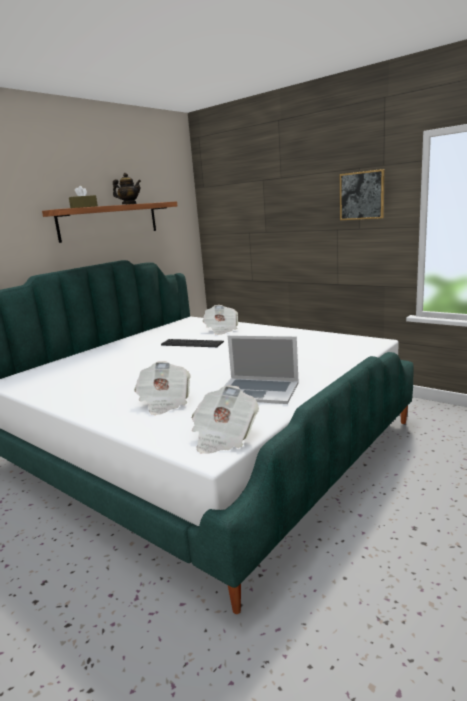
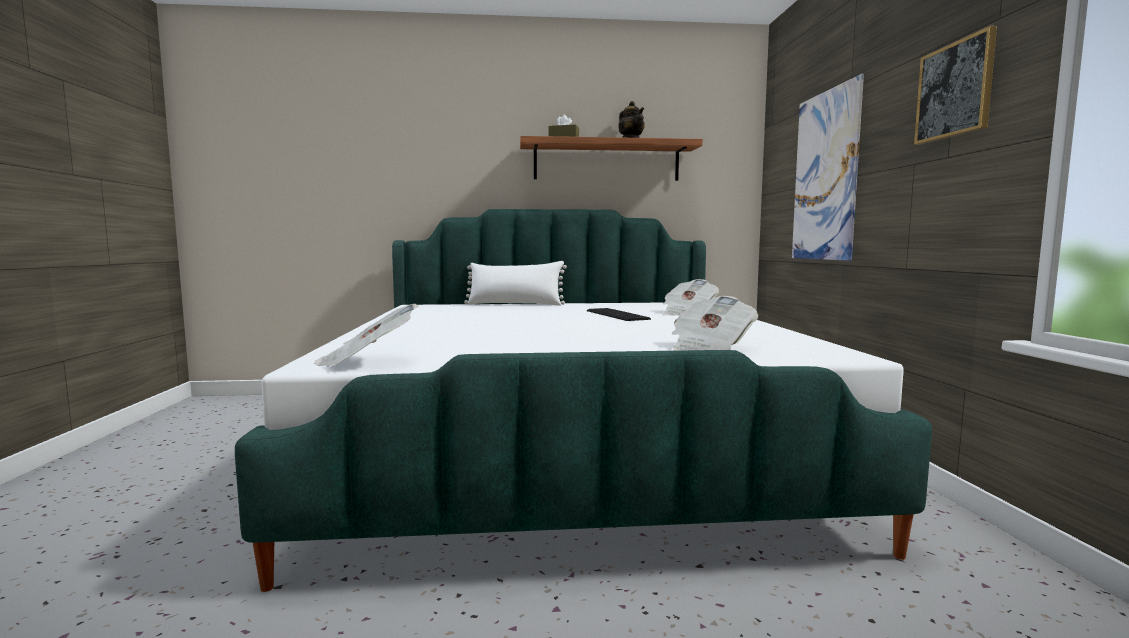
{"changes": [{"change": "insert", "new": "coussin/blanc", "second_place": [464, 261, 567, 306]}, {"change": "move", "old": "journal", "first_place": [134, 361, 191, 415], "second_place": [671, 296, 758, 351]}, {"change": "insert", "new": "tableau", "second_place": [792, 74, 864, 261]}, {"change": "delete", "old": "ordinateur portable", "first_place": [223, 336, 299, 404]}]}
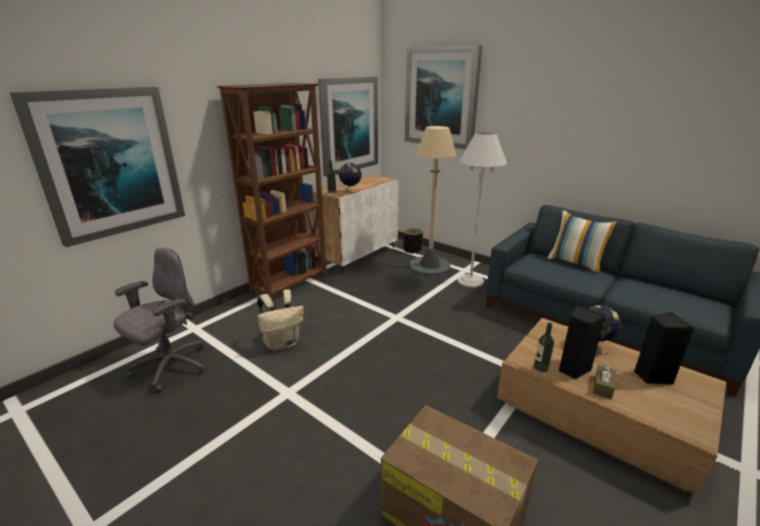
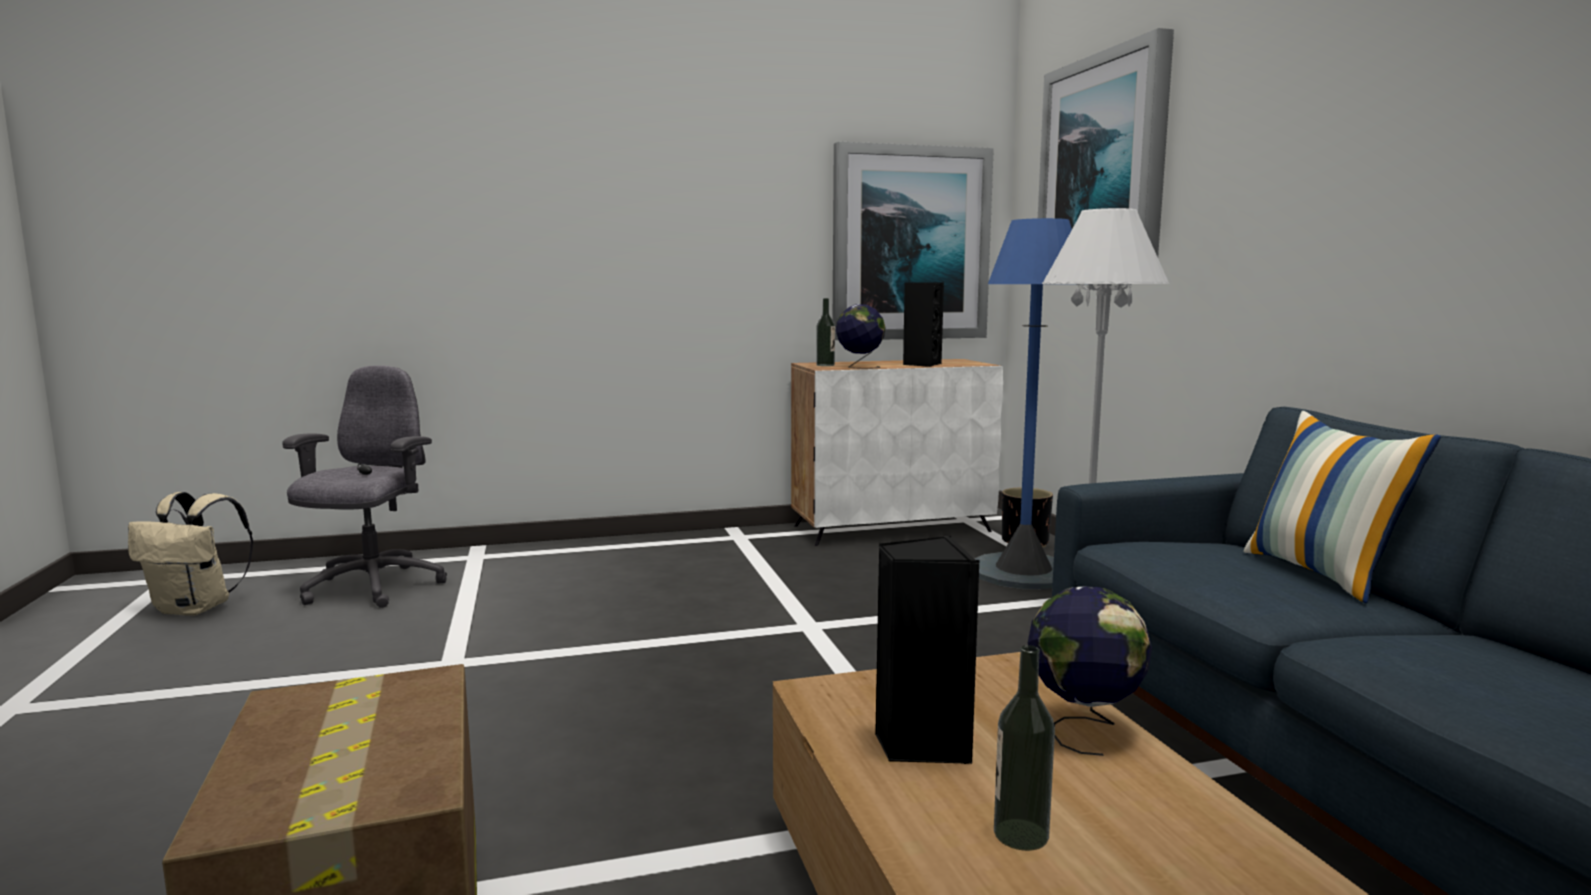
{"changes": [{"change": "move", "old": "sac à dos/beige", "first_place": [257, 289, 304, 351], "second_place": [128, 492, 253, 616]}, {"change": "rotate", "old": "chaise de bureau/gris", "first_place": [113, 248, 207, 393], "second_place": [283, 365, 447, 608], "degrees": -60}, {"change": "move", "old": "enceinte/noir", "first_place": [634, 312, 695, 384], "second_place": [903, 283, 944, 367]}, {"change": "recolor", "old": "lampadaire/beige", "new": "lampadaire/bleu", "first_place": [410, 126, 456, 275], "second_place": [975, 218, 1072, 589]}, {"change": "move", "old": "bouteille", "first_place": [534, 322, 554, 372], "second_place": [994, 645, 1055, 851]}, {"change": "delete", "old": "tableau", "first_place": [10, 87, 185, 247]}, {"change": "delete", "old": "bibliothèque/marron", "first_place": [216, 83, 327, 301]}, {"change": "delete", "old": "boîte à mouchoirs/marron", "first_place": [593, 364, 616, 399]}]}
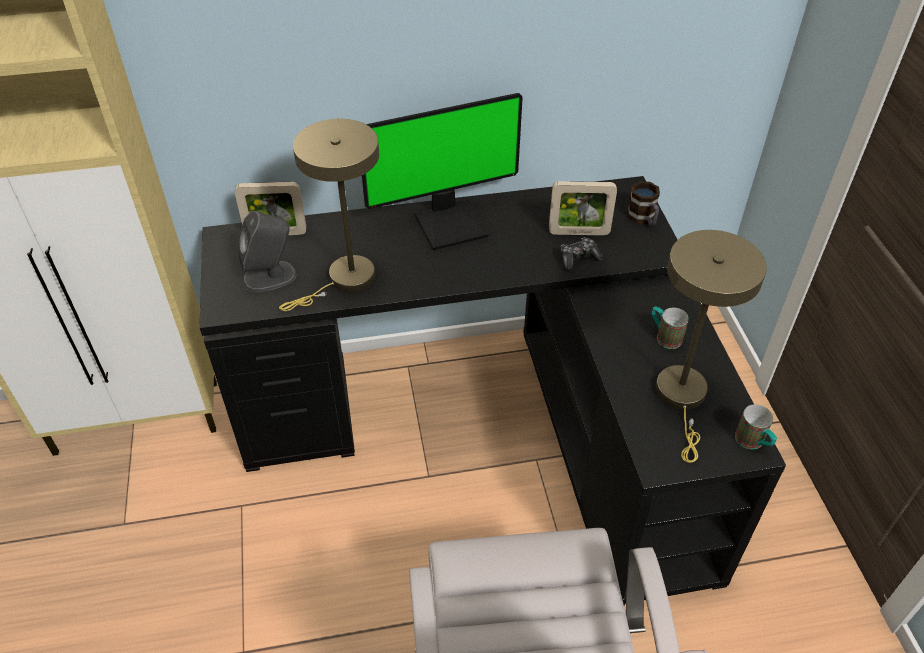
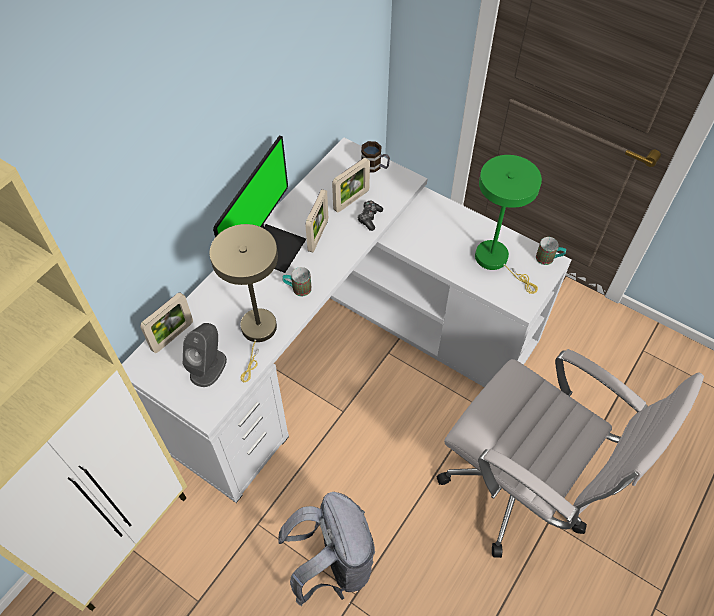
{"changes": [{"change": "recolor", "old": "bureau/noir", "new": "bureau/blanc", "first_place": [199, 176, 786, 606], "second_place": [122, 138, 572, 503]}, {"change": "insert", "new": "sac à dos/gris", "second_place": [278, 492, 375, 606]}, {"change": "move", "old": "mug", "first_place": [652, 306, 689, 349], "second_place": [282, 267, 312, 296]}, {"change": "insert", "new": "cadre photo", "second_place": [305, 189, 328, 252]}, {"change": "recolor", "old": "lampe de table/beige", "new": "lampe de table/vert", "first_place": [656, 230, 767, 463], "second_place": [475, 155, 542, 294]}]}
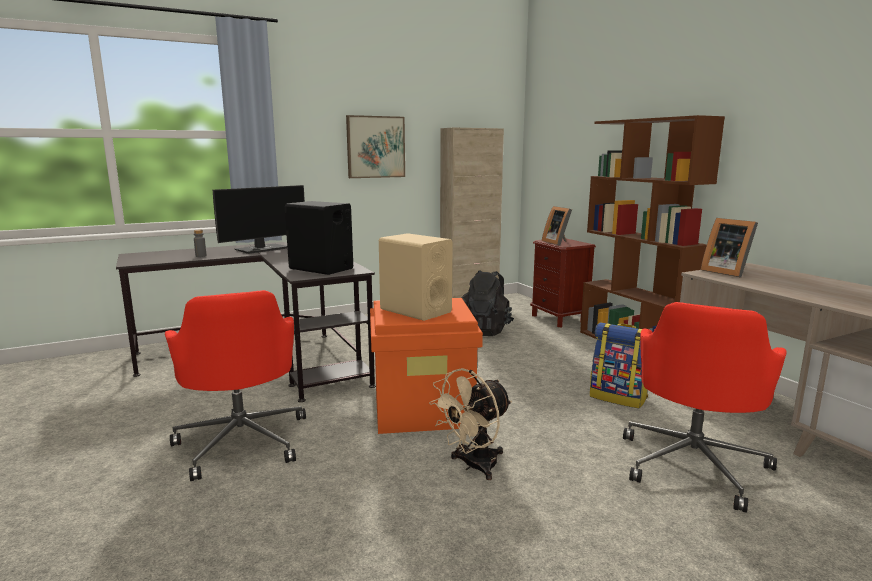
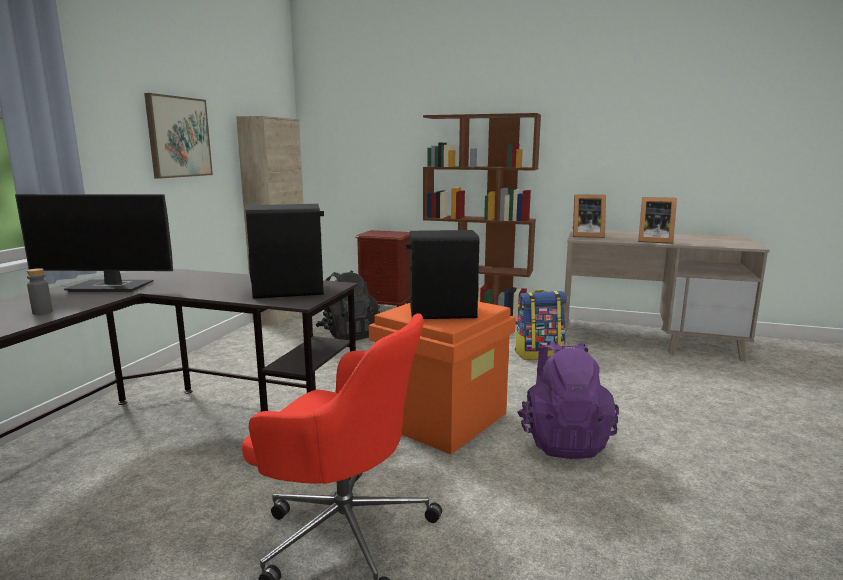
{"changes": [{"change": "rotate", "old": "écran d'ordinateur", "first_place": [213, 185, 305, 254], "second_place": [15, 194, 173, 292], "degrees": 90}, {"change": "recolor", "old": "enceinte/beige", "new": "enceinte/noir", "first_place": [379, 233, 453, 321], "second_place": [406, 230, 479, 319]}, {"change": "replace", "old": "ventilateur/beige", "new": "sac à dos/violet", "first_place": [429, 368, 512, 480], "second_place": [517, 342, 619, 459]}, {"change": "move", "old": "cadre photo", "first_place": [542, 206, 572, 246], "second_place": [638, 197, 677, 244]}, {"change": "delete", "old": "chaise de bureau/rouge", "first_place": [623, 302, 787, 513]}]}
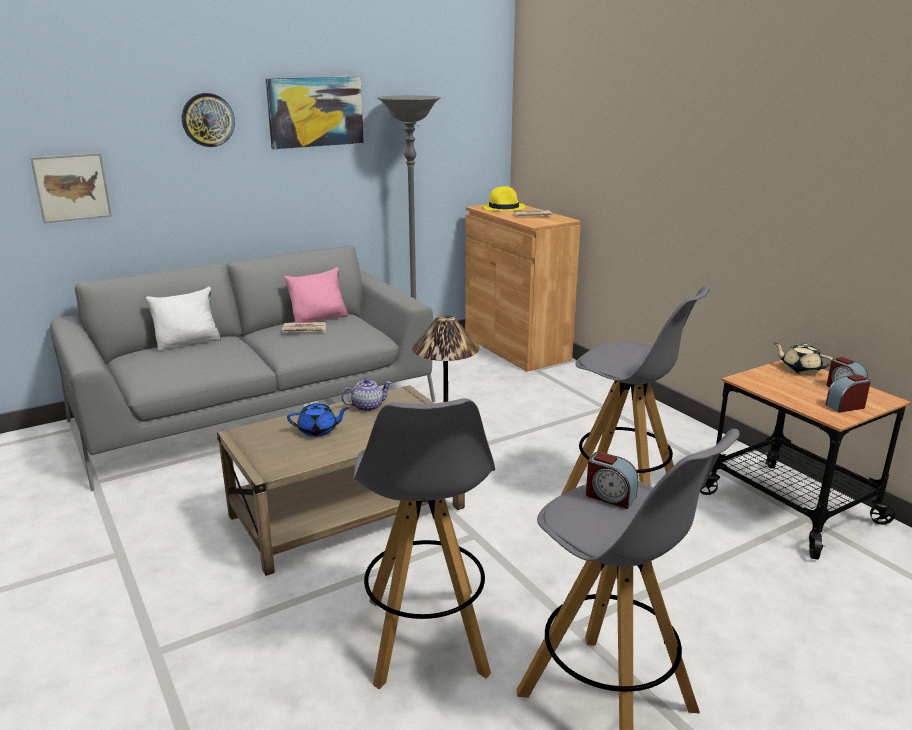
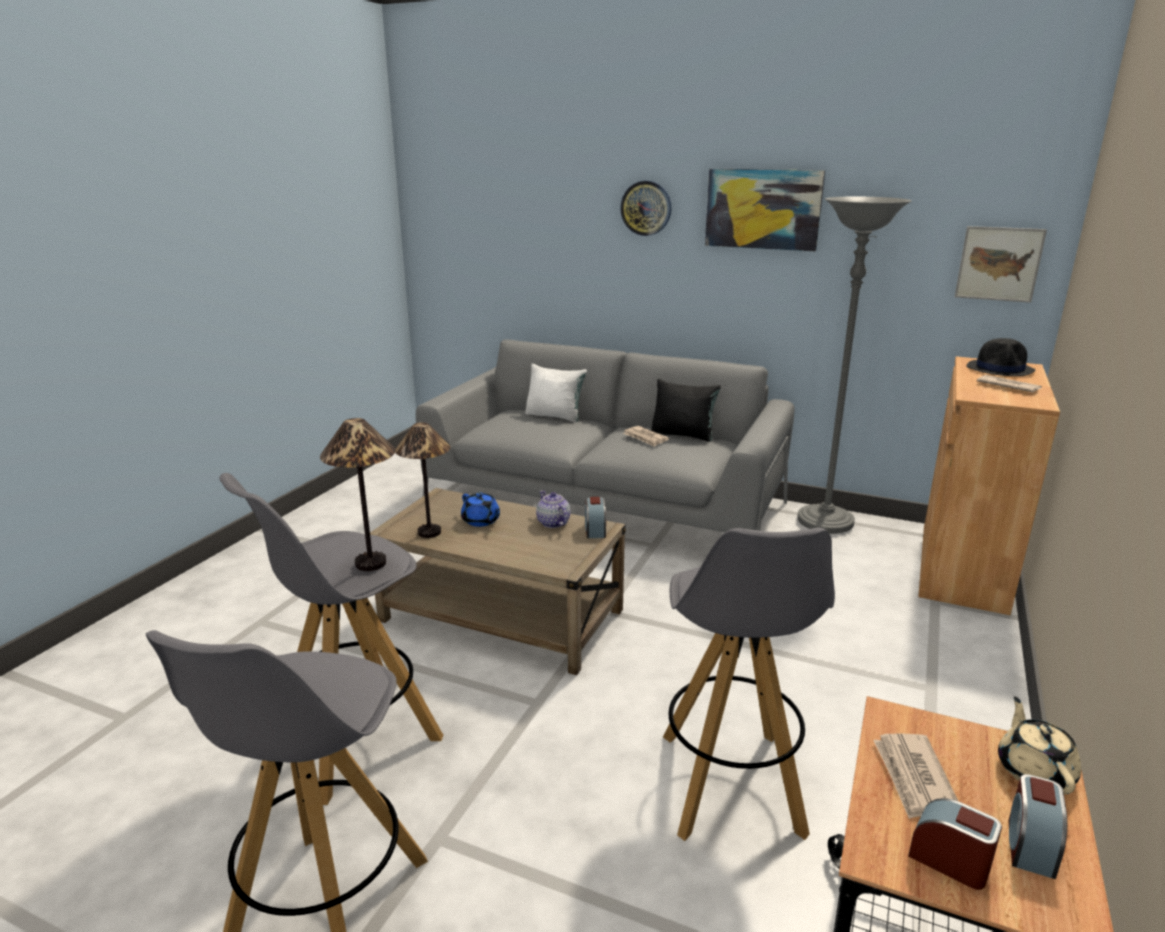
{"changes": [{"change": "insert", "new": "lampe de table", "second_place": [395, 422, 450, 538]}, {"change": "rotate", "old": "théière", "first_place": [341, 379, 392, 412], "second_place": [536, 490, 570, 528], "degrees": -150}, {"change": "move", "old": "réveil", "first_place": [586, 452, 638, 509], "second_place": [585, 497, 606, 538]}, {"change": "recolor", "old": "coussin/rose", "new": "coussin/noir", "first_place": [284, 267, 348, 323], "second_place": [651, 379, 721, 442]}, {"change": "insert", "new": "journal", "second_place": [873, 733, 958, 819]}, {"change": "move", "old": "tableau", "first_place": [30, 153, 112, 223], "second_place": [955, 226, 1047, 303]}, {"change": "recolor", "old": "chapeau/jaune", "new": "chapeau/noir", "first_place": [483, 186, 525, 211], "second_place": [966, 338, 1036, 376]}]}
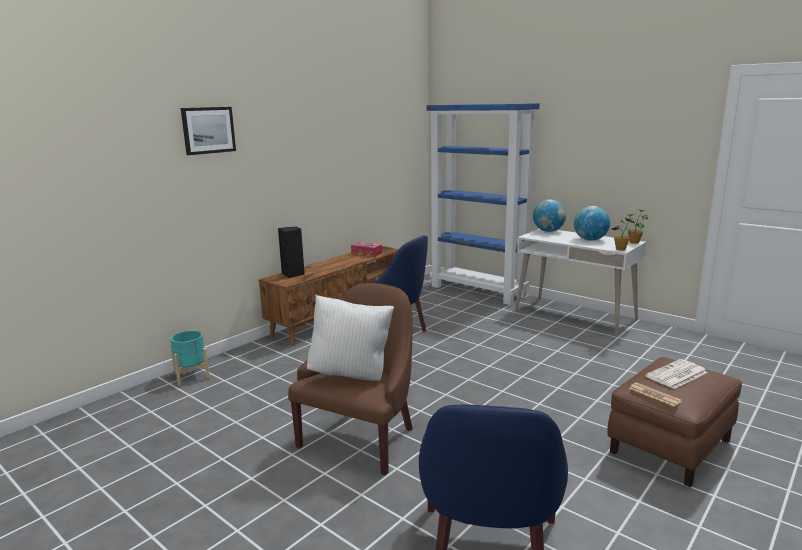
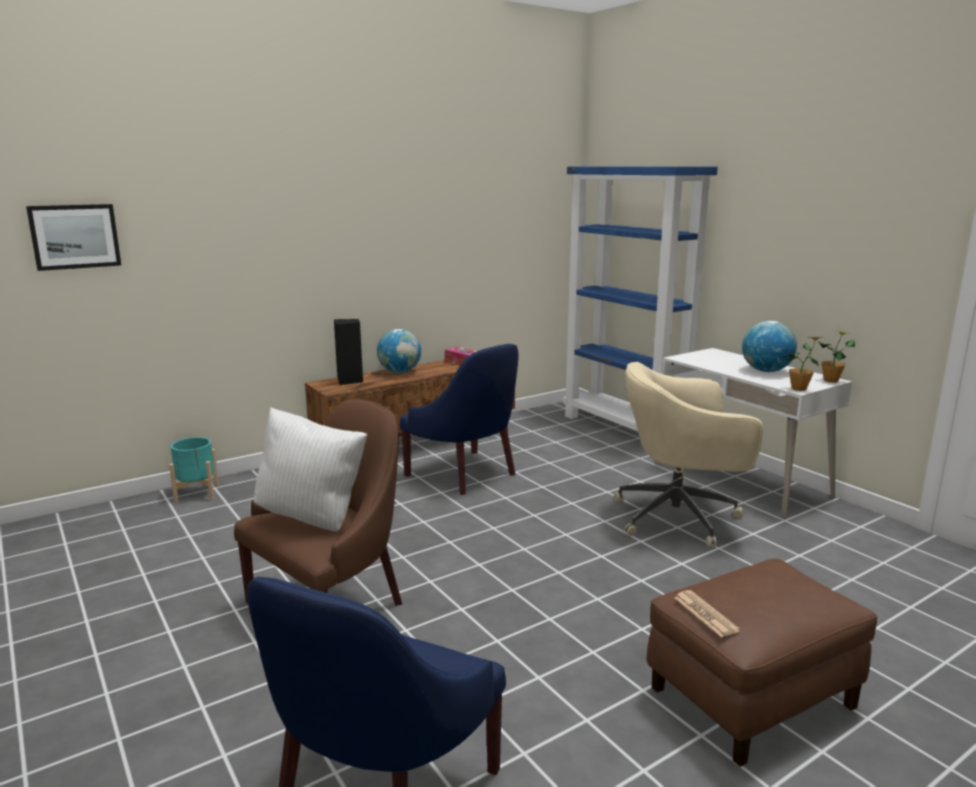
{"changes": [{"change": "move", "old": "tableau", "first_place": [181, 107, 236, 155], "second_place": [26, 204, 121, 271]}, {"change": "move", "old": "globe", "first_place": [533, 199, 566, 232], "second_place": [377, 329, 421, 373]}, {"change": "insert", "new": "chaise de bureau/beige", "second_place": [614, 362, 763, 547]}, {"change": "delete", "old": "journal", "first_place": [645, 359, 708, 389]}]}
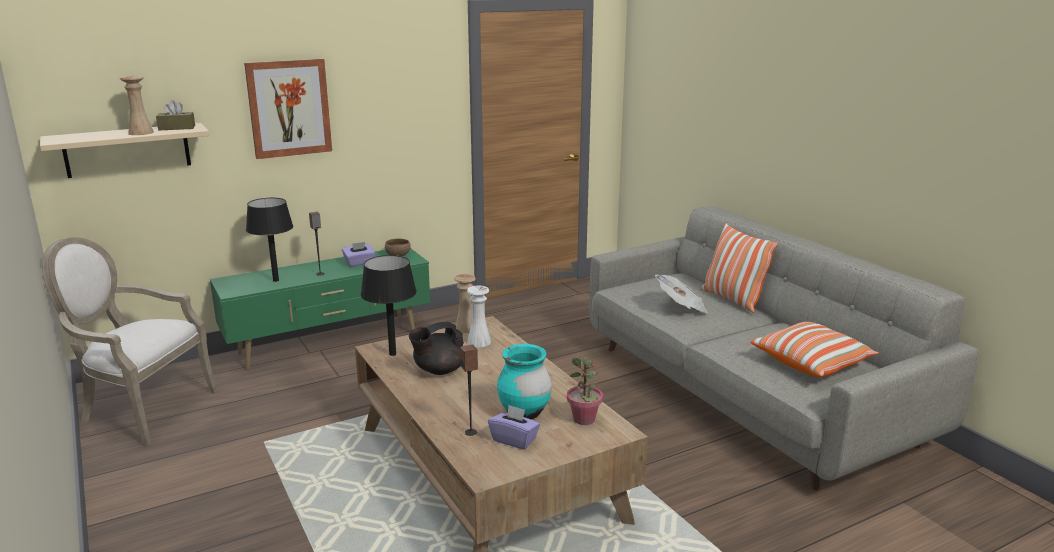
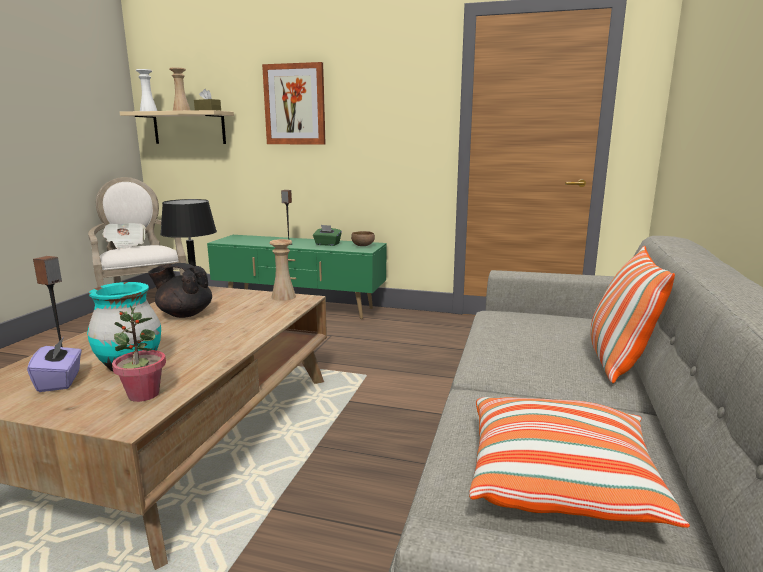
{"changes": [{"change": "move", "old": "journal", "first_place": [655, 274, 708, 313], "second_place": [102, 223, 146, 249]}, {"change": "move", "old": "vase/blanc", "first_place": [467, 286, 491, 347], "second_place": [136, 69, 157, 111]}, {"change": "recolor", "old": "boîte à mouchoirs/violet", "new": "boîte à mouchoirs/vert", "first_place": [342, 242, 375, 267], "second_place": [313, 225, 342, 246]}, {"change": "delete", "old": "lampe de table/noir", "first_place": [246, 198, 294, 282]}]}
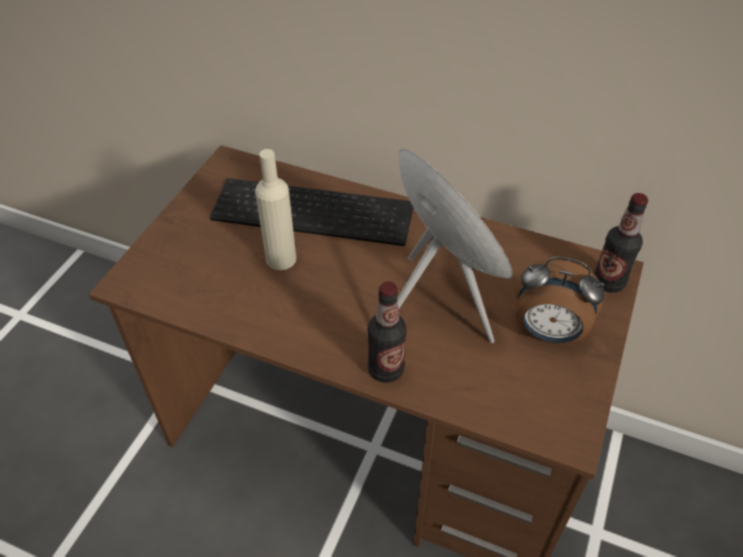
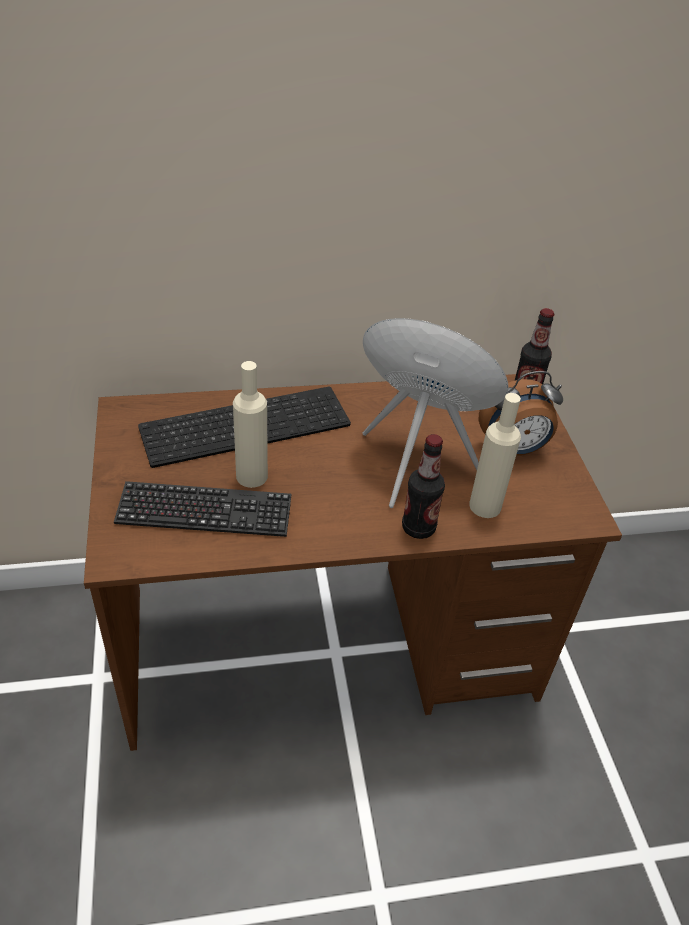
{"changes": [{"change": "insert", "new": "clavier", "second_place": [114, 481, 292, 537]}, {"change": "insert", "new": "bouteille/beige", "second_place": [469, 393, 521, 518]}]}
